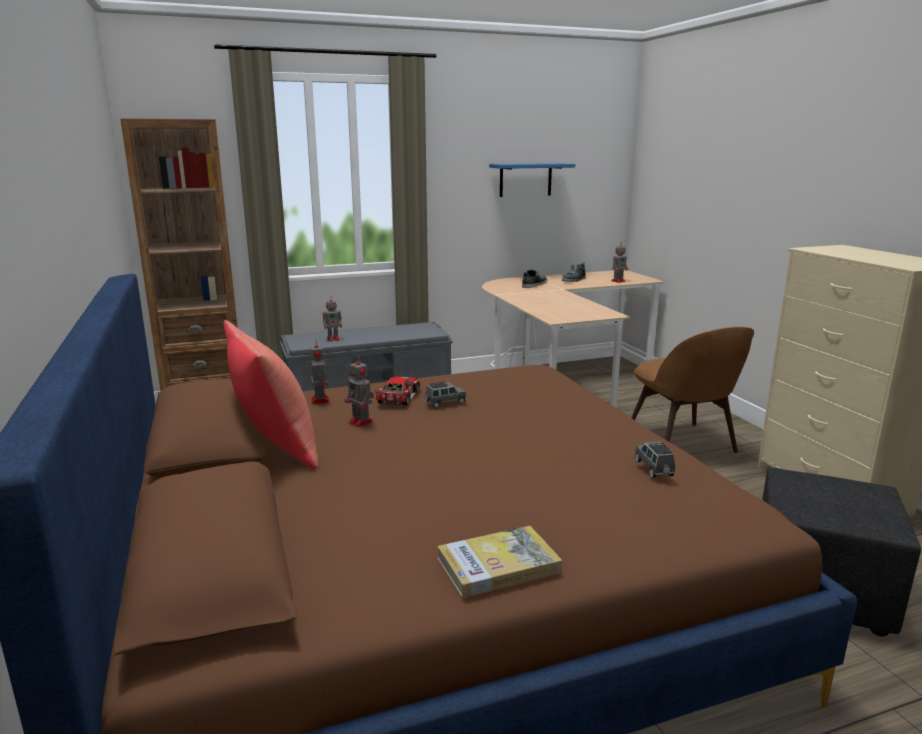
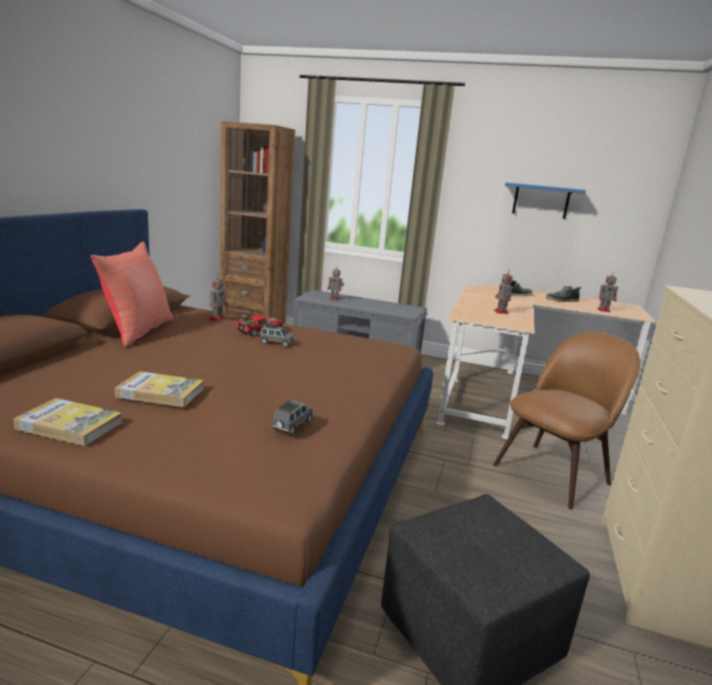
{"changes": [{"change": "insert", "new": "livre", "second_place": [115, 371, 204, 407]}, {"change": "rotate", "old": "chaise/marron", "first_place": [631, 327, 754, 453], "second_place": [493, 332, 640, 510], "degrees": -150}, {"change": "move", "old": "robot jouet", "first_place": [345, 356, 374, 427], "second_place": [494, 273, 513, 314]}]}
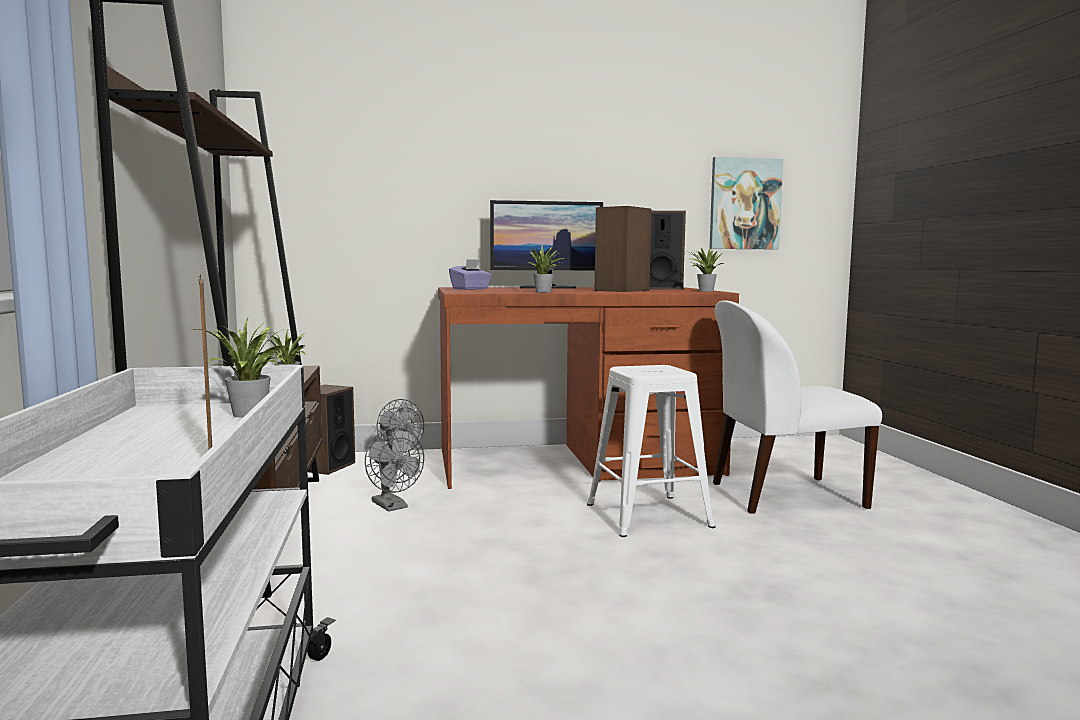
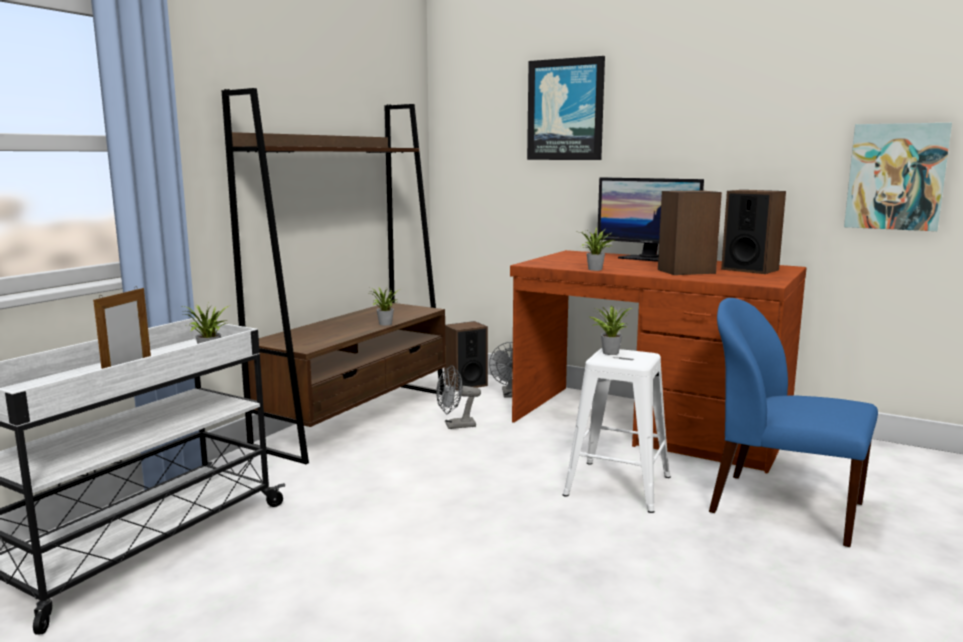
{"changes": [{"change": "rotate", "old": "ventilateur/gris", "first_place": [365, 427, 424, 512], "second_place": [436, 365, 481, 429], "degrees": 75}, {"change": "insert", "new": "tableau", "second_place": [527, 56, 605, 160]}, {"change": "move", "old": "plante en pot", "first_place": [688, 247, 724, 292], "second_place": [590, 306, 632, 355]}, {"change": "recolor", "old": "chaise/blanc", "new": "chaise/bleu", "first_place": [713, 300, 882, 514], "second_place": [709, 298, 878, 547]}, {"change": "delete", "old": "boîte à mouchoirs/violet", "first_place": [449, 259, 491, 290]}]}
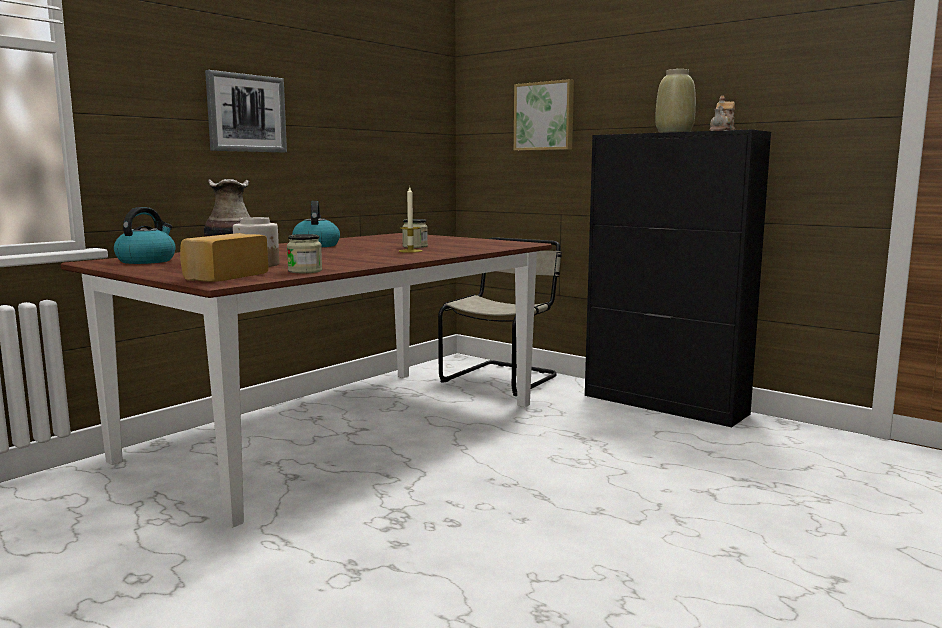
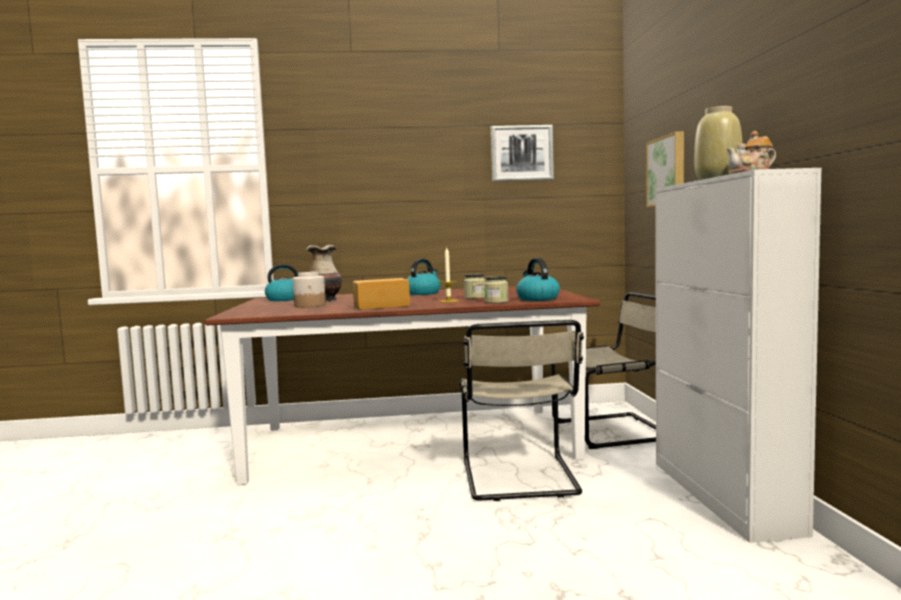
{"changes": [{"change": "move", "old": "pain", "first_place": [180, 233, 268, 282], "second_place": [353, 278, 410, 309]}, {"change": "insert", "new": "chaise/beige", "second_place": [459, 320, 584, 501]}, {"change": "move", "old": "bocal", "first_place": [287, 234, 322, 273], "second_place": [485, 276, 509, 303]}, {"change": "move", "old": "tableau", "first_place": [205, 70, 287, 152], "second_place": [491, 125, 554, 182]}, {"change": "insert", "new": "bouilloire", "second_place": [516, 258, 560, 301]}, {"change": "recolor", "old": "meuble de rangement/noir", "new": "meuble de rangement/blanc", "first_place": [585, 129, 771, 427], "second_place": [655, 168, 822, 543]}]}
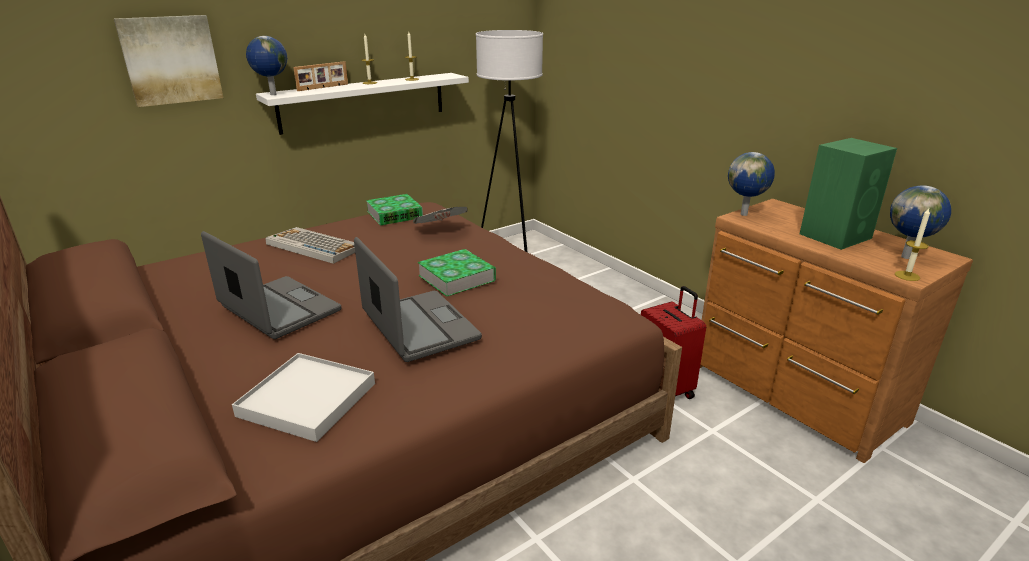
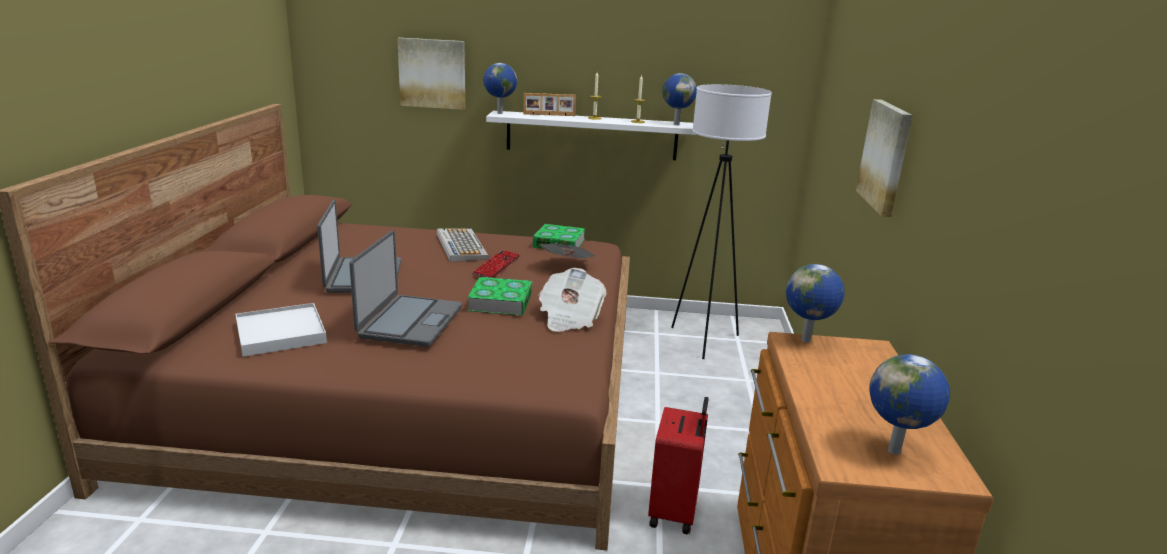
{"changes": [{"change": "insert", "new": "clavier", "second_place": [472, 250, 520, 278]}, {"change": "insert", "new": "journal", "second_place": [538, 268, 607, 332]}, {"change": "insert", "new": "globe", "second_place": [662, 73, 697, 125]}, {"change": "insert", "new": "tableau", "second_place": [856, 99, 913, 217]}, {"change": "delete", "old": "enceinte/vert", "first_place": [800, 138, 897, 250]}, {"change": "delete", "old": "bougie", "first_place": [895, 208, 930, 281]}]}
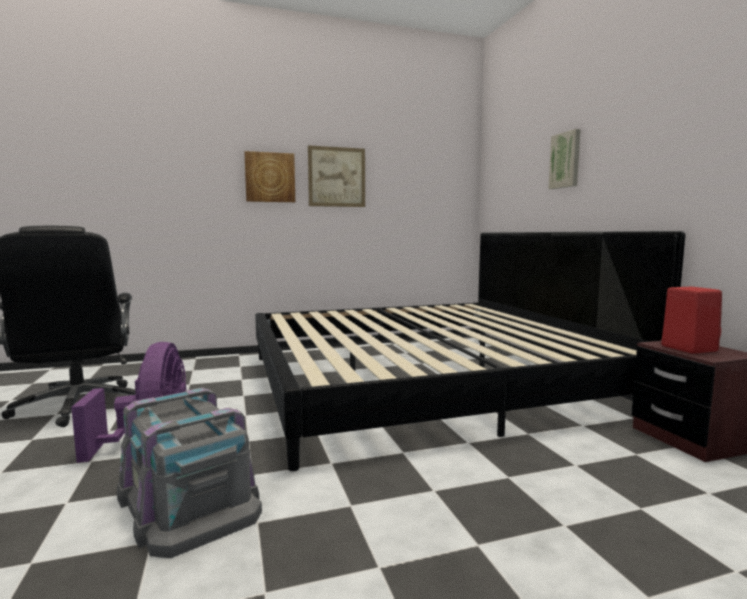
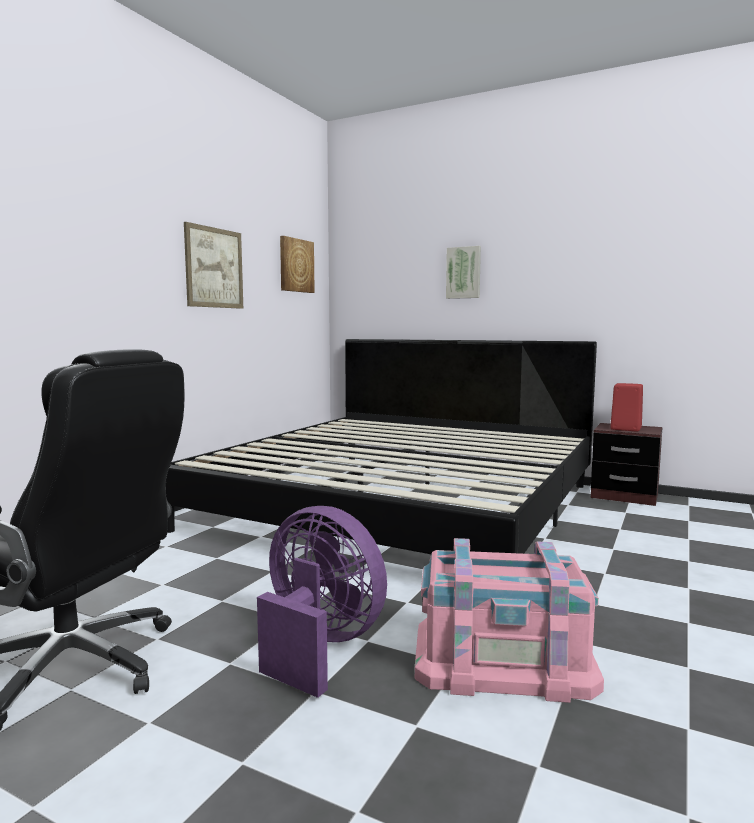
{"changes": [{"change": "move", "old": "tableau", "first_place": [244, 151, 295, 202], "second_place": [280, 236, 315, 293]}, {"change": "recolor", "old": "boîte de rangement/gris", "new": "boîte de rangement/rose", "first_place": [117, 388, 262, 558], "second_place": [415, 538, 604, 703]}]}
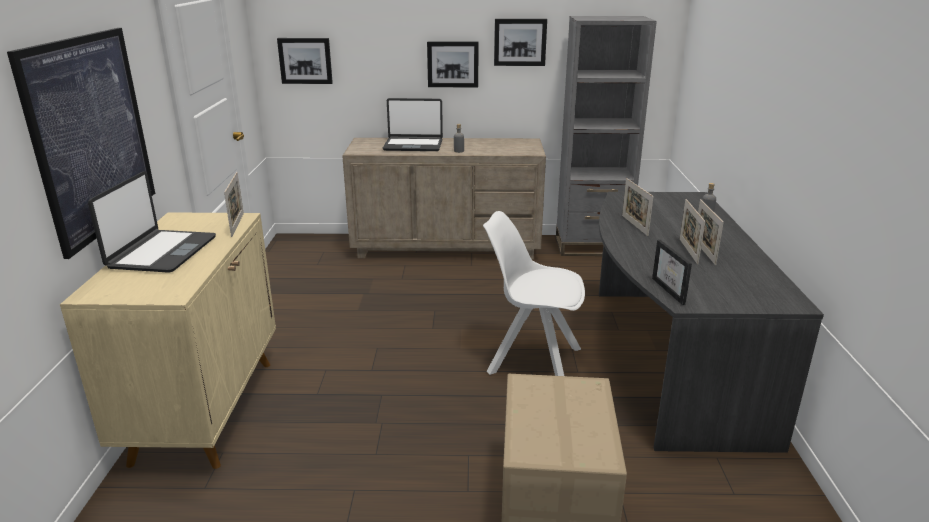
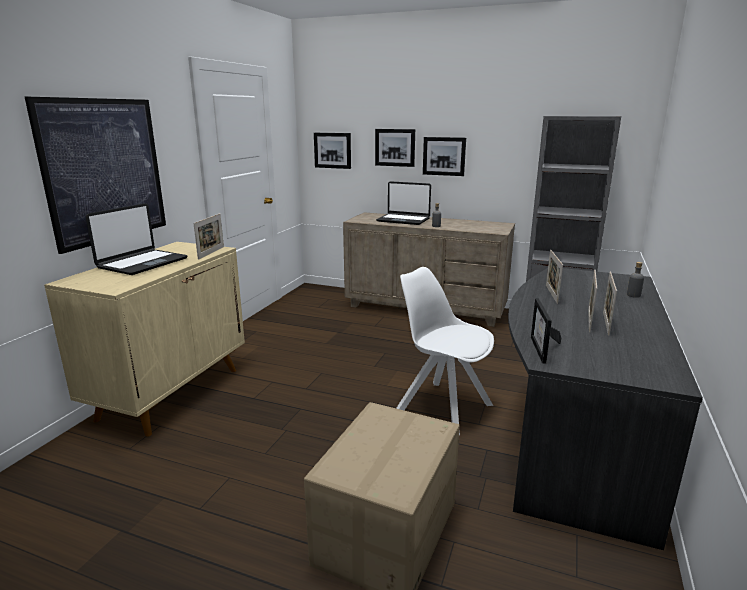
{"changes": [{"change": "move", "old": "tableau", "first_place": [494, 19, 547, 66], "second_place": [375, 129, 415, 167]}]}
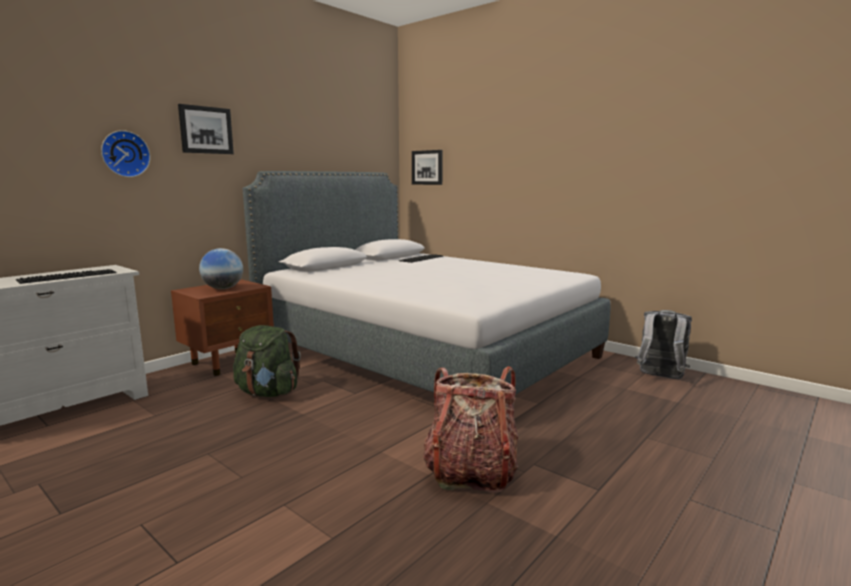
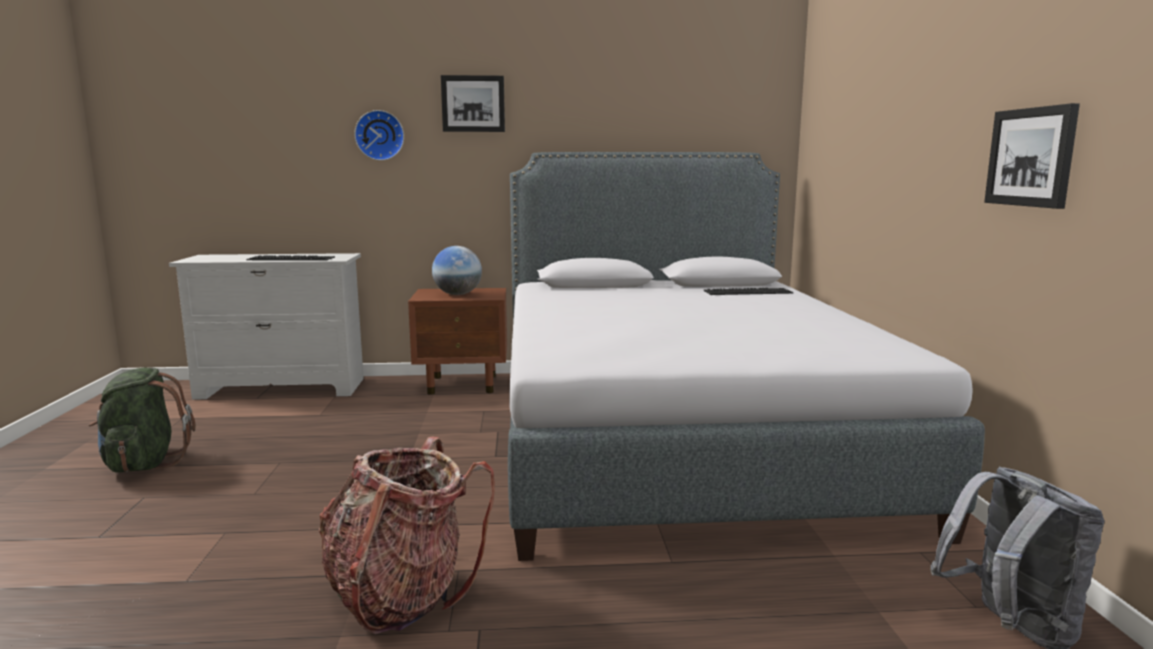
{"changes": [{"change": "move", "old": "sac à dos/vert", "first_place": [233, 325, 301, 397], "second_place": [89, 368, 196, 473]}, {"change": "move", "old": "tableau", "first_place": [412, 150, 443, 185], "second_place": [984, 103, 1080, 209]}]}
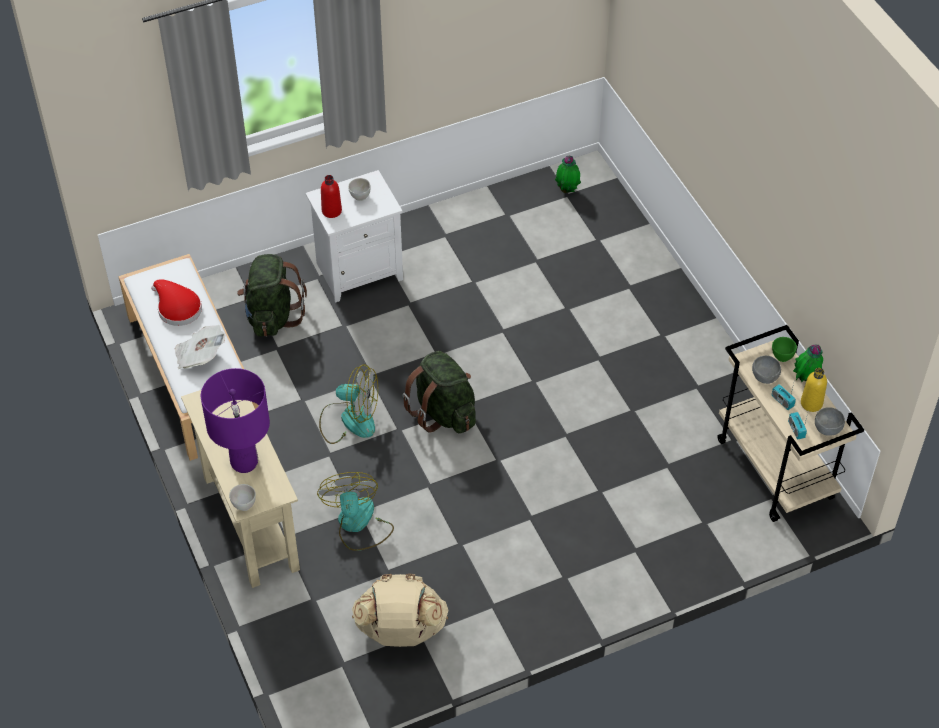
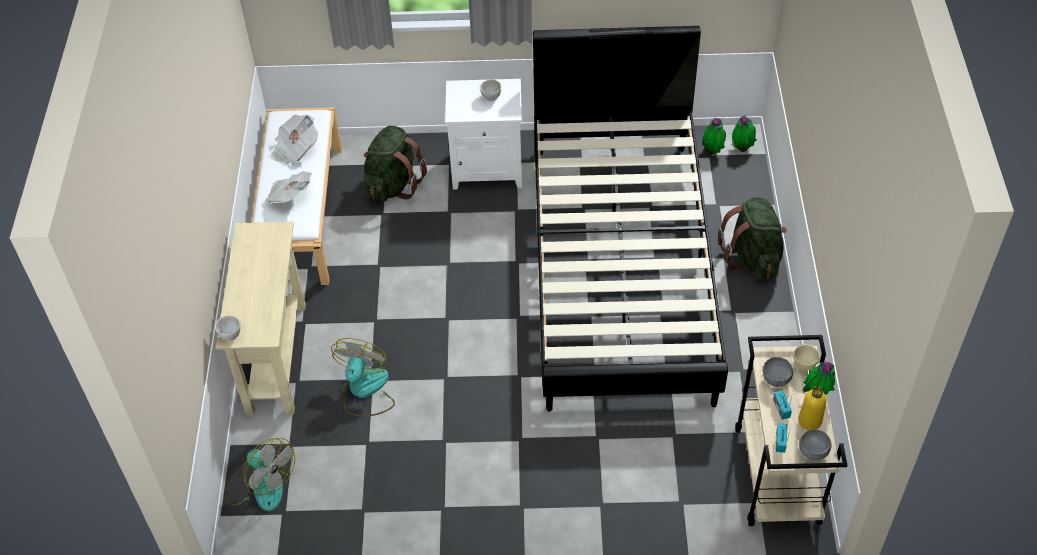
{"changes": [{"change": "move", "old": "ventilateur", "first_place": [319, 364, 378, 444], "second_place": [227, 438, 295, 511]}, {"change": "replace", "old": "chapeau/rouge", "new": "journal", "first_place": [151, 279, 202, 326], "second_place": [270, 115, 318, 166]}, {"change": "insert", "new": "lit/noir", "second_place": [533, 26, 728, 412]}, {"change": "move", "old": "sac à dos/vert", "first_place": [402, 351, 476, 434], "second_place": [718, 197, 787, 279]}, {"change": "insert", "new": "plante en pot", "second_place": [732, 115, 757, 152]}, {"change": "recolor", "old": "bol/vert", "new": "bol/beige", "first_place": [772, 337, 797, 362], "second_place": [794, 344, 820, 371]}, {"change": "delete", "old": "lampe de table/violet", "first_place": [201, 368, 270, 473]}, {"change": "delete", "old": "bouteille/rouge", "first_place": [321, 175, 342, 218]}, {"change": "delete", "old": "sac à dos/beige", "first_place": [352, 573, 448, 647]}]}
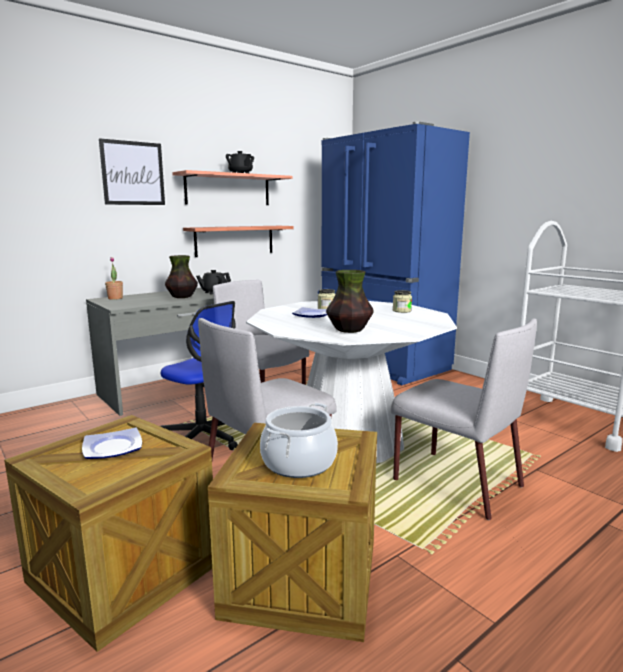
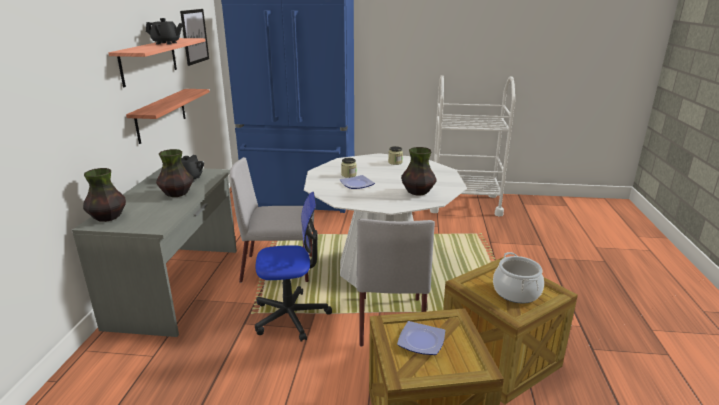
{"changes": [{"change": "replace", "old": "plante en pot", "new": "vase", "first_place": [105, 257, 123, 300], "second_place": [83, 168, 126, 222]}, {"change": "move", "old": "tableau", "first_place": [99, 138, 165, 205], "second_place": [180, 9, 209, 66]}, {"change": "delete", "old": "chaise/gris", "first_place": [391, 319, 537, 520]}]}
